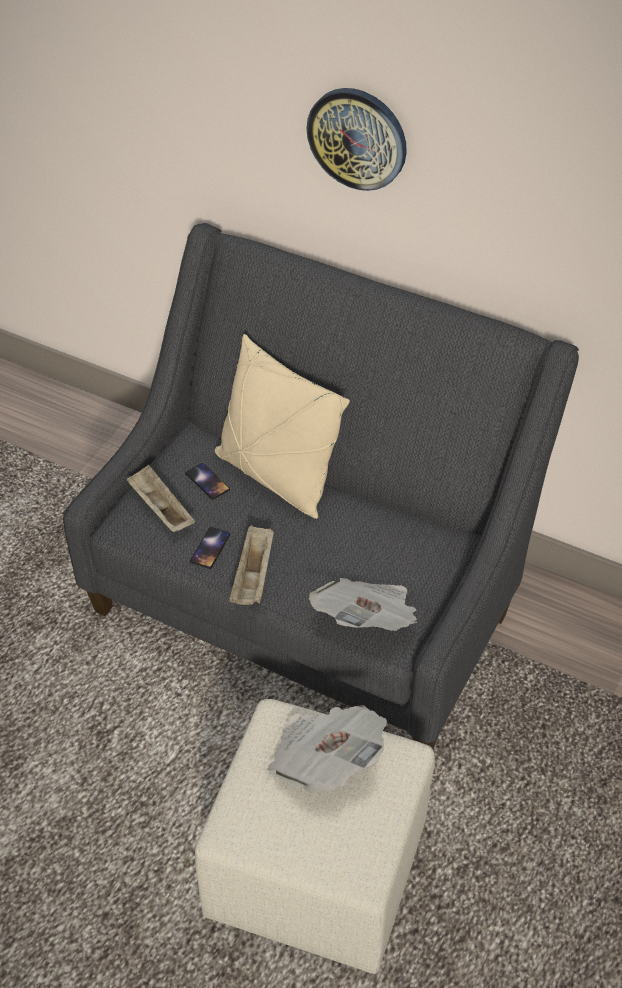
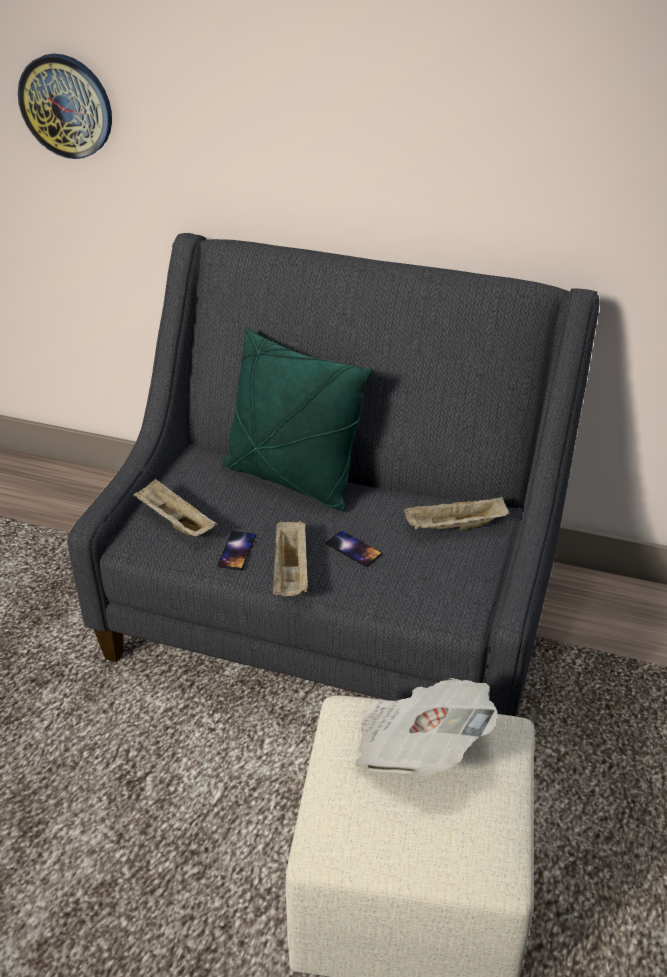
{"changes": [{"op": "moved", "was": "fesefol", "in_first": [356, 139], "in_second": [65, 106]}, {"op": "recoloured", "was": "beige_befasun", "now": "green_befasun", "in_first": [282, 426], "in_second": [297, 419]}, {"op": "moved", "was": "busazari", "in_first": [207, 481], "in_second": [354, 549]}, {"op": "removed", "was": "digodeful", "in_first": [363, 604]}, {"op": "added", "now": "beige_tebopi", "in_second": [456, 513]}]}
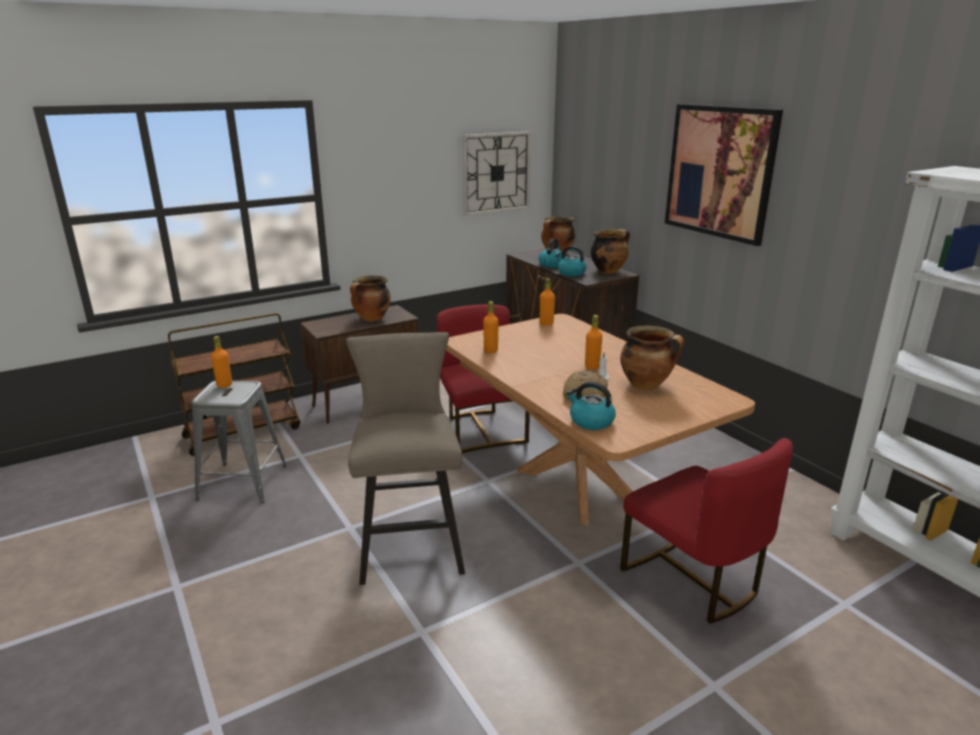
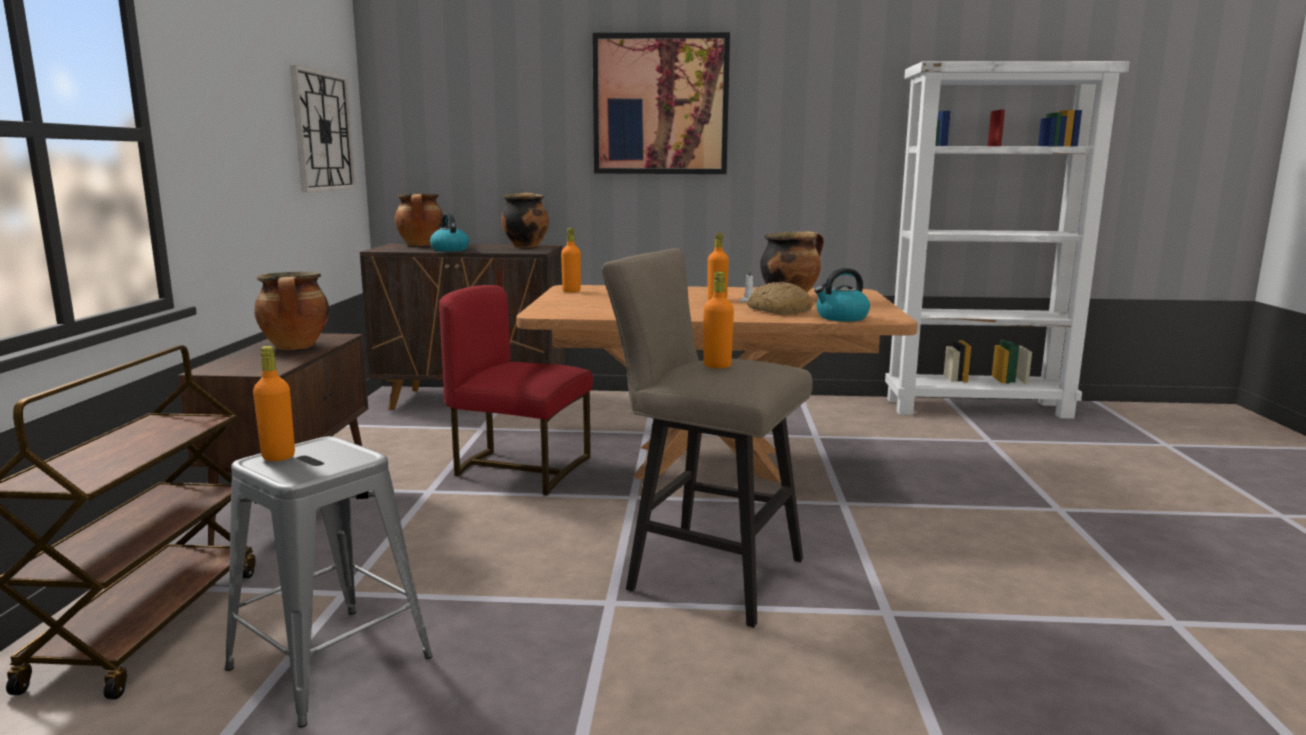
{"changes": [{"op": "removed", "was": "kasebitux", "in_first": [571, 261]}, {"op": "moved", "was": "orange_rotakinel", "in_first": [491, 327], "in_second": [718, 320]}, {"op": "removed", "was": "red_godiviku", "in_first": [706, 531]}]}
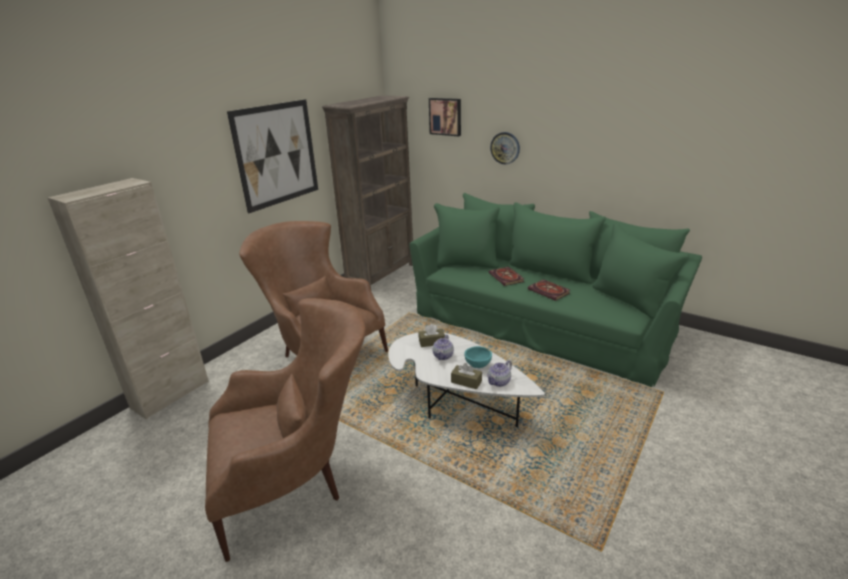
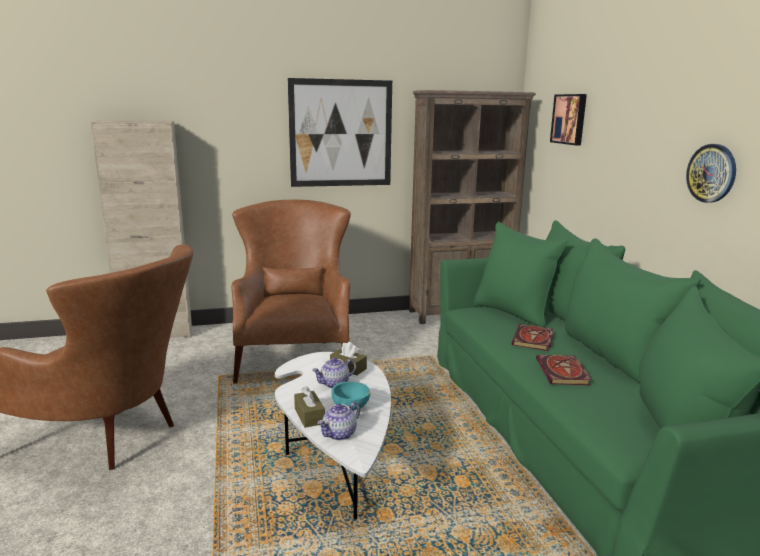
{"changes": [{"op": "moved", "was": "fesefol", "in_first": [505, 148], "in_second": [711, 173]}, {"op": "turned", "was": "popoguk", "in_first": [499, 373], "in_second": [338, 421], "clockwise": -45}]}
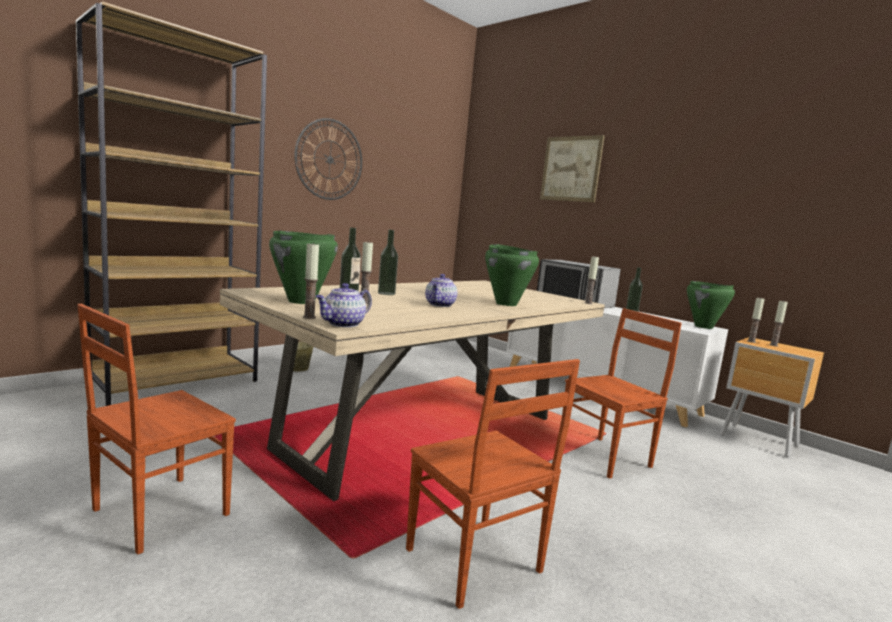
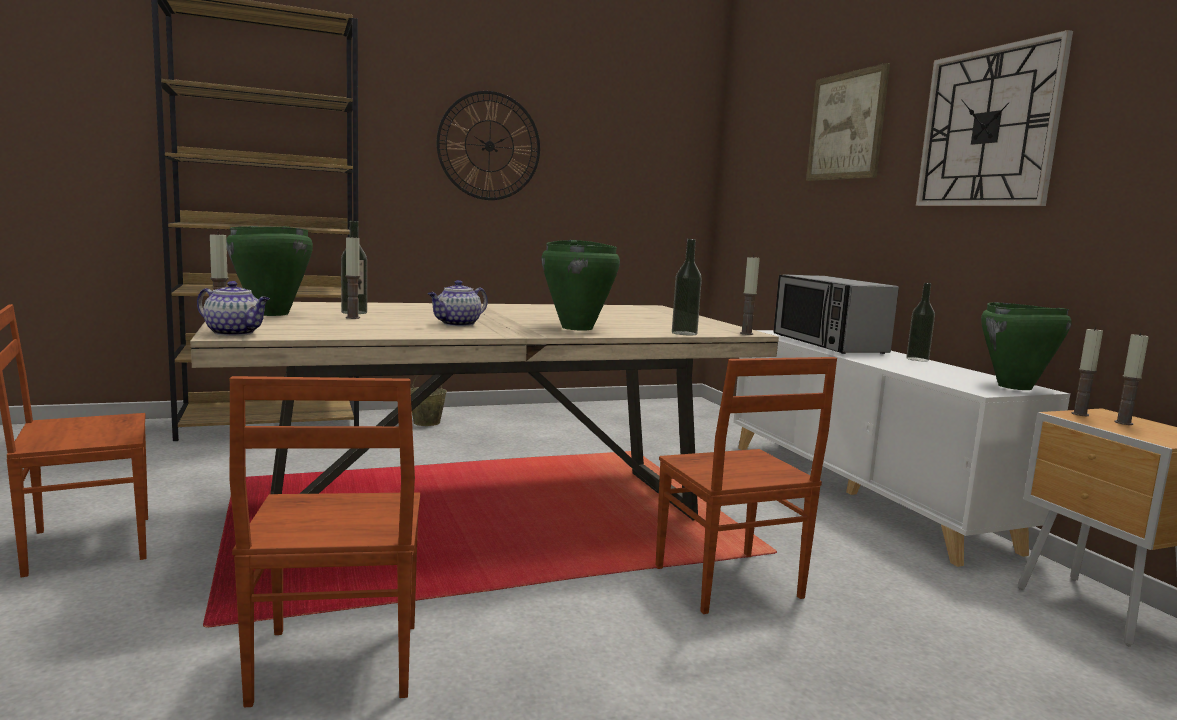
{"changes": [{"op": "moved", "was": "rotakinel", "in_first": [388, 262], "in_second": [687, 287]}, {"op": "turned", "was": "popoguk", "in_first": [344, 305], "in_second": [233, 308], "clockwise": -135}, {"op": "turned", "was": "brown_godiviku", "in_first": [622, 393], "in_second": [746, 485], "clockwise": 75}, {"op": "added", "now": "fesefol", "in_second": [994, 118]}]}
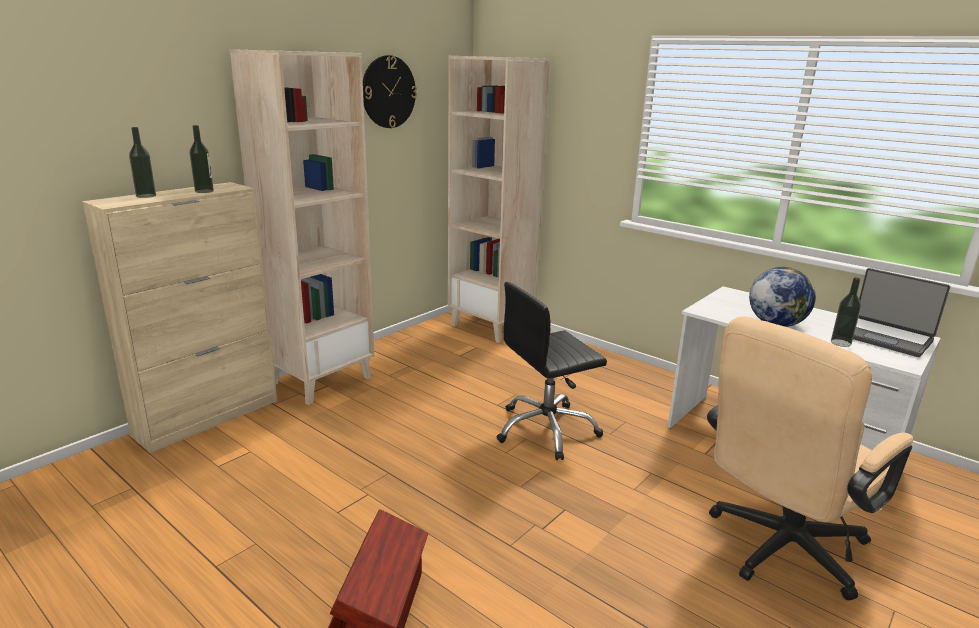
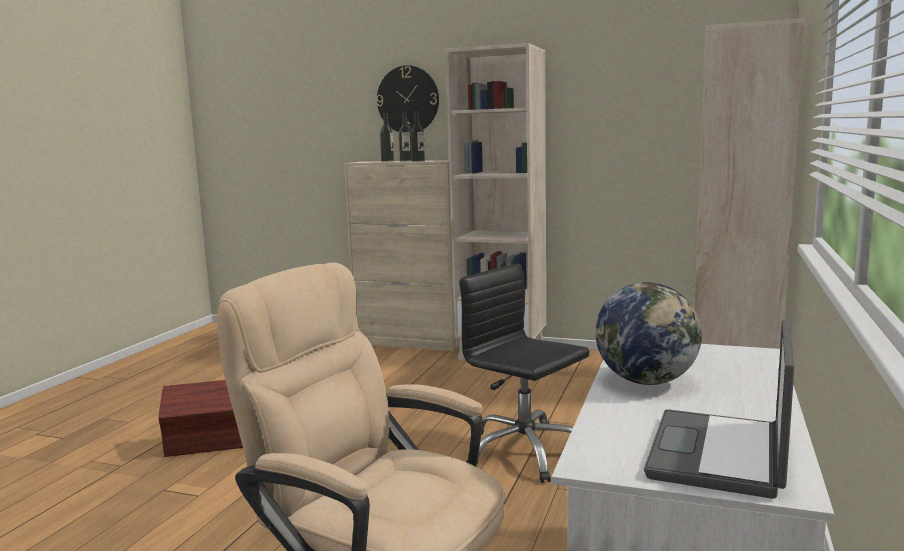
{"changes": [{"op": "moved", "was": "fesefol", "in_first": [390, 91], "in_second": [407, 98]}, {"op": "moved", "was": "rotakinel", "in_first": [846, 312], "in_second": [405, 136]}]}
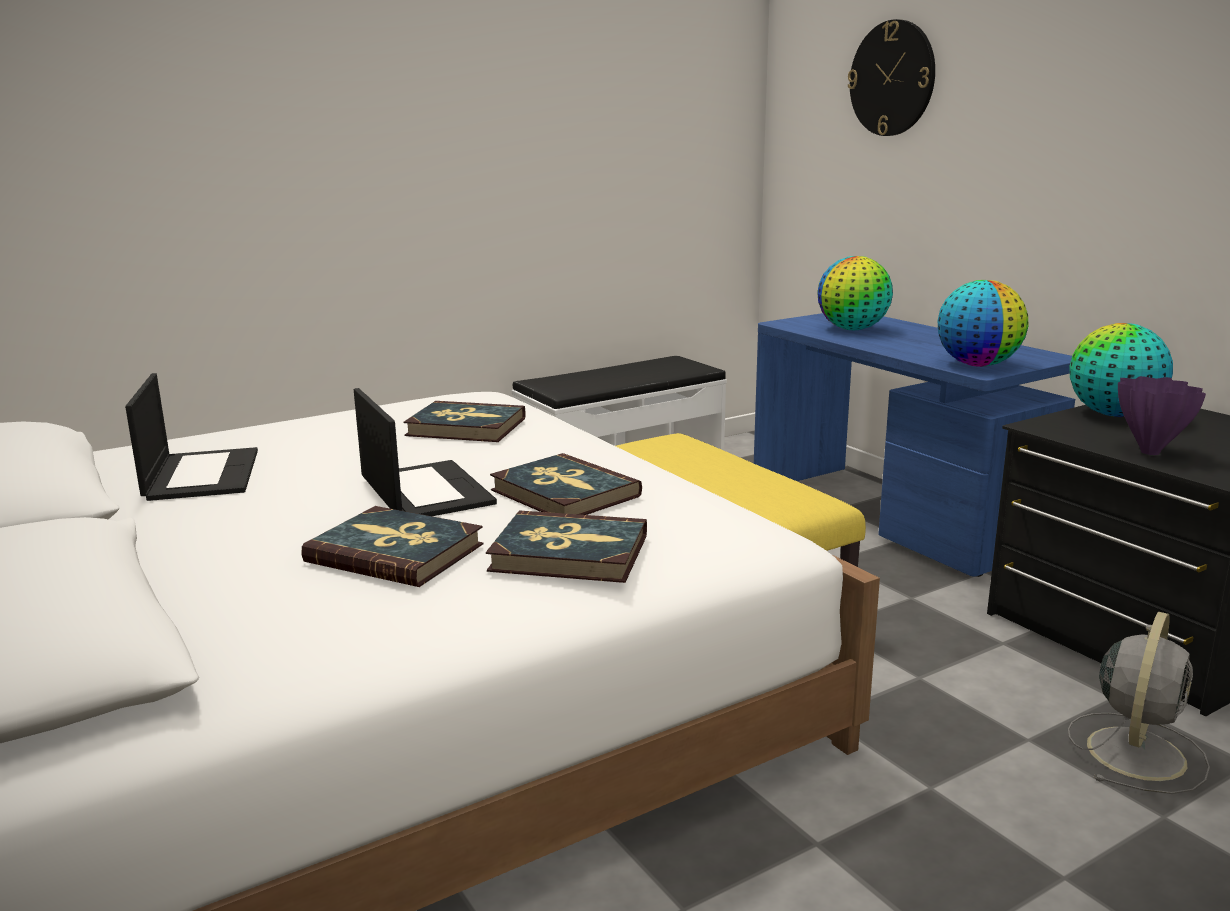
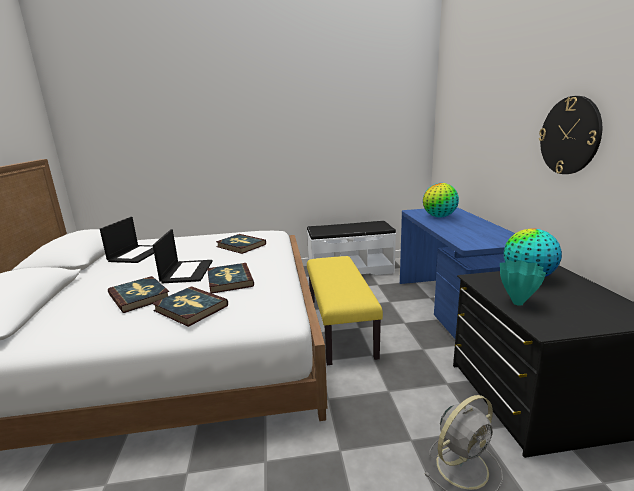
{"changes": [{"op": "moved", "was": "fesefol", "in_first": [891, 77], "in_second": [570, 135]}, {"op": "removed", "was": "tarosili", "in_first": [982, 323]}, {"op": "recoloured", "was": "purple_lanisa", "now": "turquoise_lanisa", "in_first": [1162, 415], "in_second": [523, 283]}]}
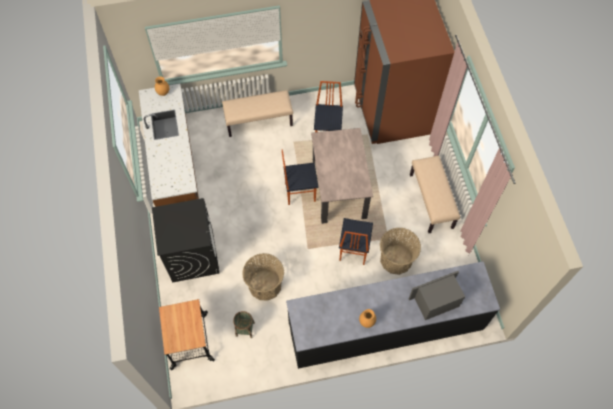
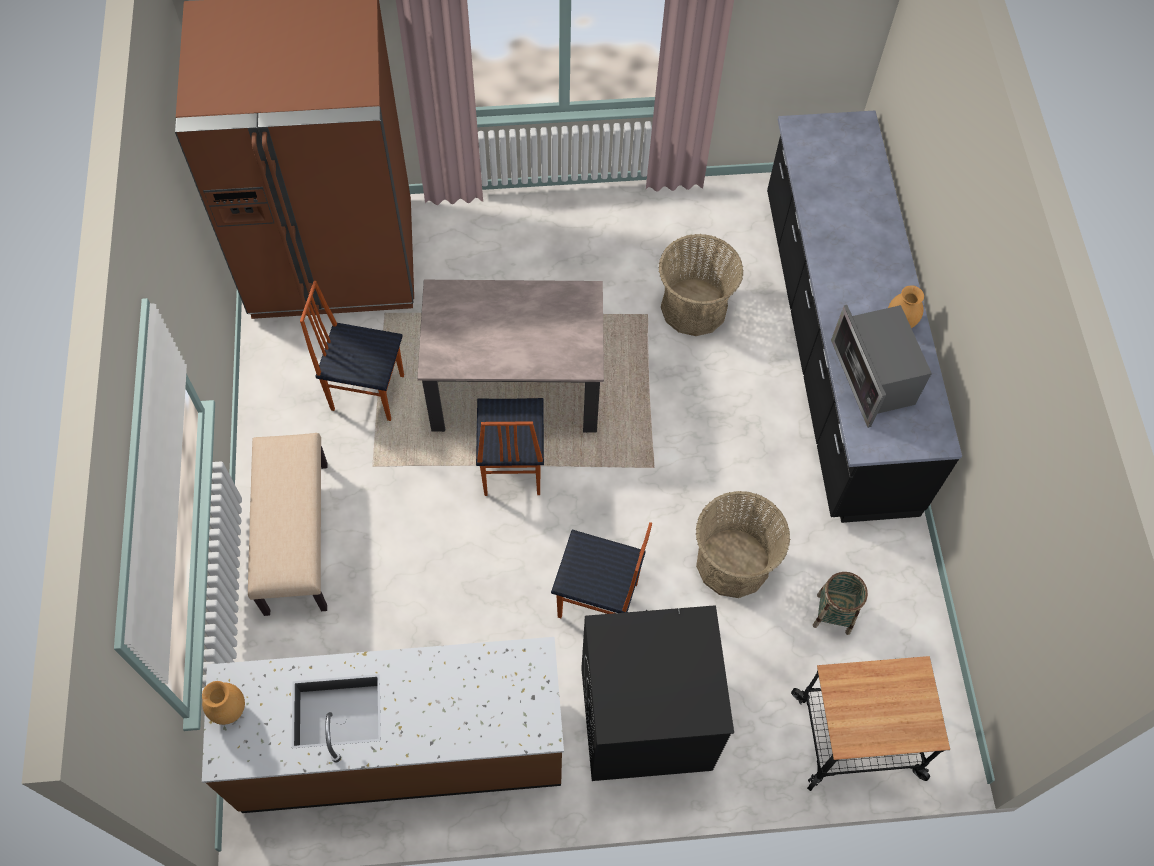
{"changes": [{"op": "removed", "was": "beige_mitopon", "in_first": [435, 194]}, {"op": "moved", "was": "godiviku", "in_first": [356, 241], "in_second": [601, 570]}, {"op": "moved", "was": "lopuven", "in_first": [437, 295], "in_second": [881, 366]}]}
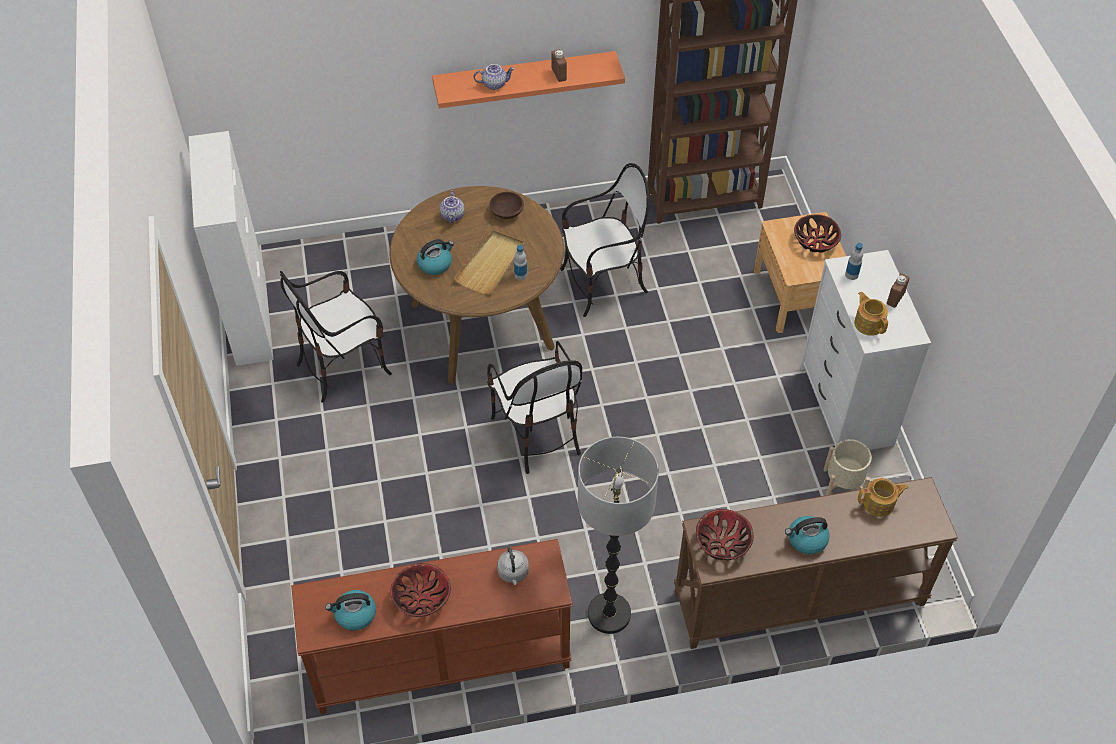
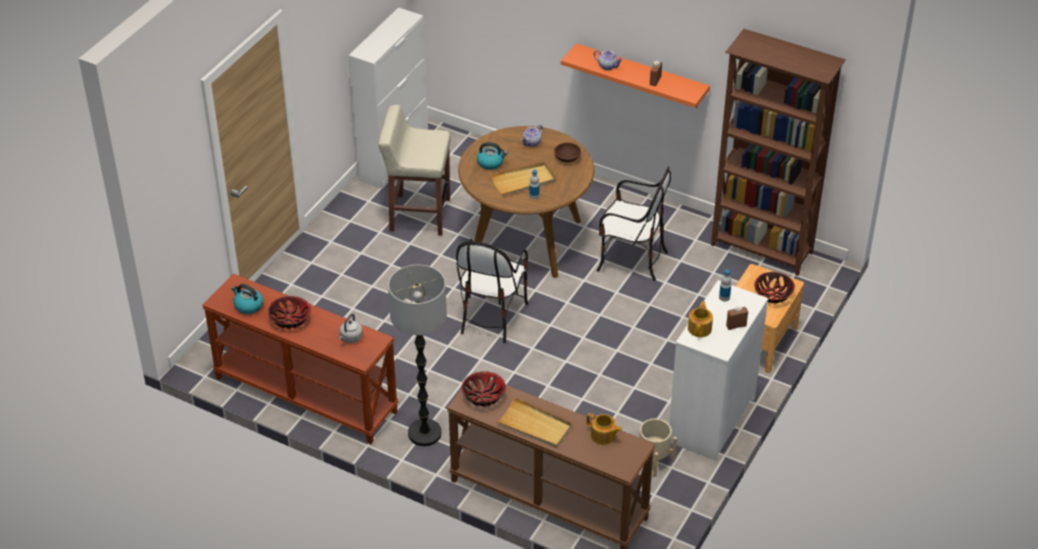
{"changes": [{"op": "replaced", "was": "godiviku", "now": "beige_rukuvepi", "in_first": [336, 337], "in_second": [414, 170]}, {"op": "replaced", "was": "kasebitux", "now": "beige_tebopi", "in_first": [807, 535], "in_second": [534, 422]}]}
